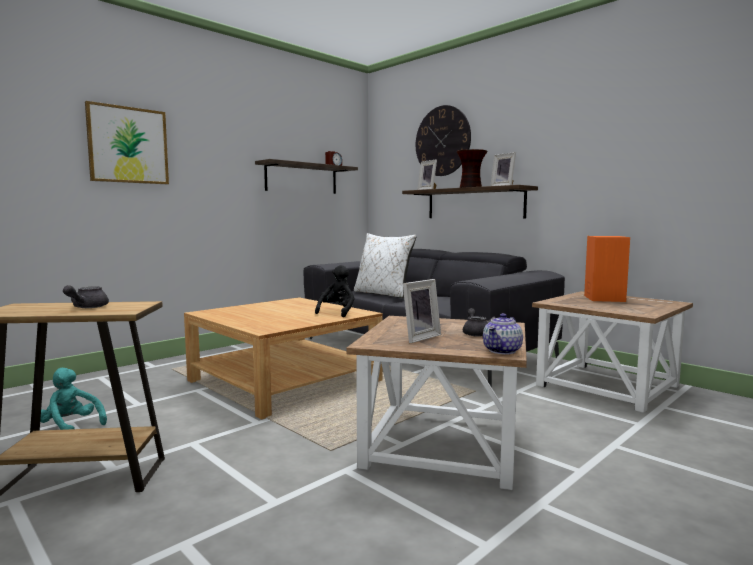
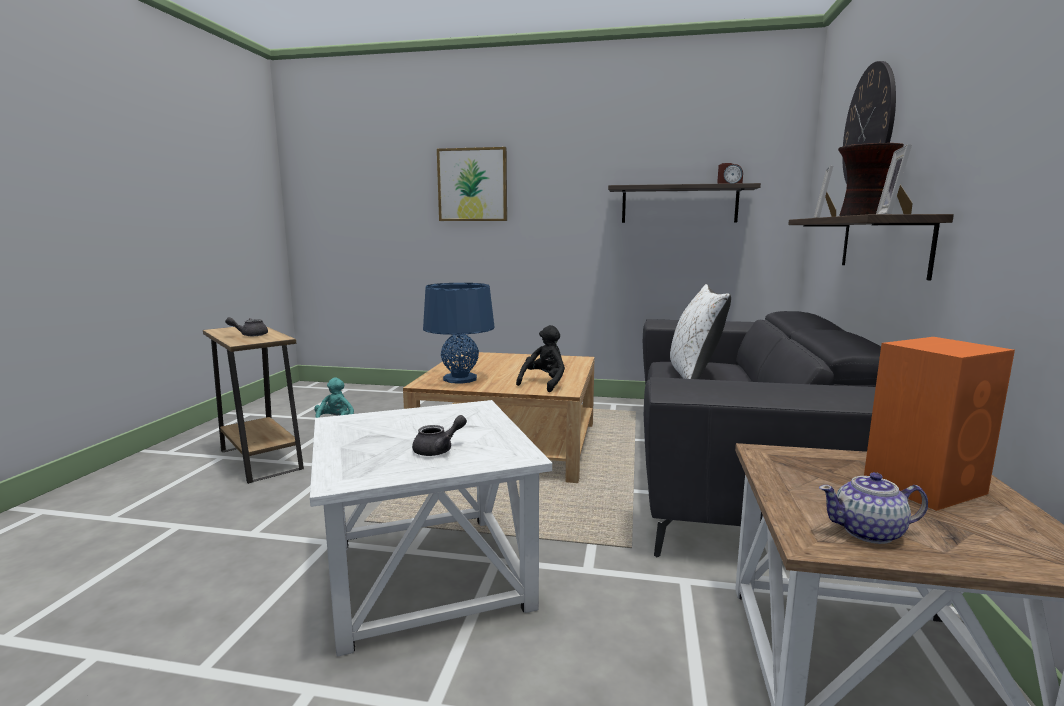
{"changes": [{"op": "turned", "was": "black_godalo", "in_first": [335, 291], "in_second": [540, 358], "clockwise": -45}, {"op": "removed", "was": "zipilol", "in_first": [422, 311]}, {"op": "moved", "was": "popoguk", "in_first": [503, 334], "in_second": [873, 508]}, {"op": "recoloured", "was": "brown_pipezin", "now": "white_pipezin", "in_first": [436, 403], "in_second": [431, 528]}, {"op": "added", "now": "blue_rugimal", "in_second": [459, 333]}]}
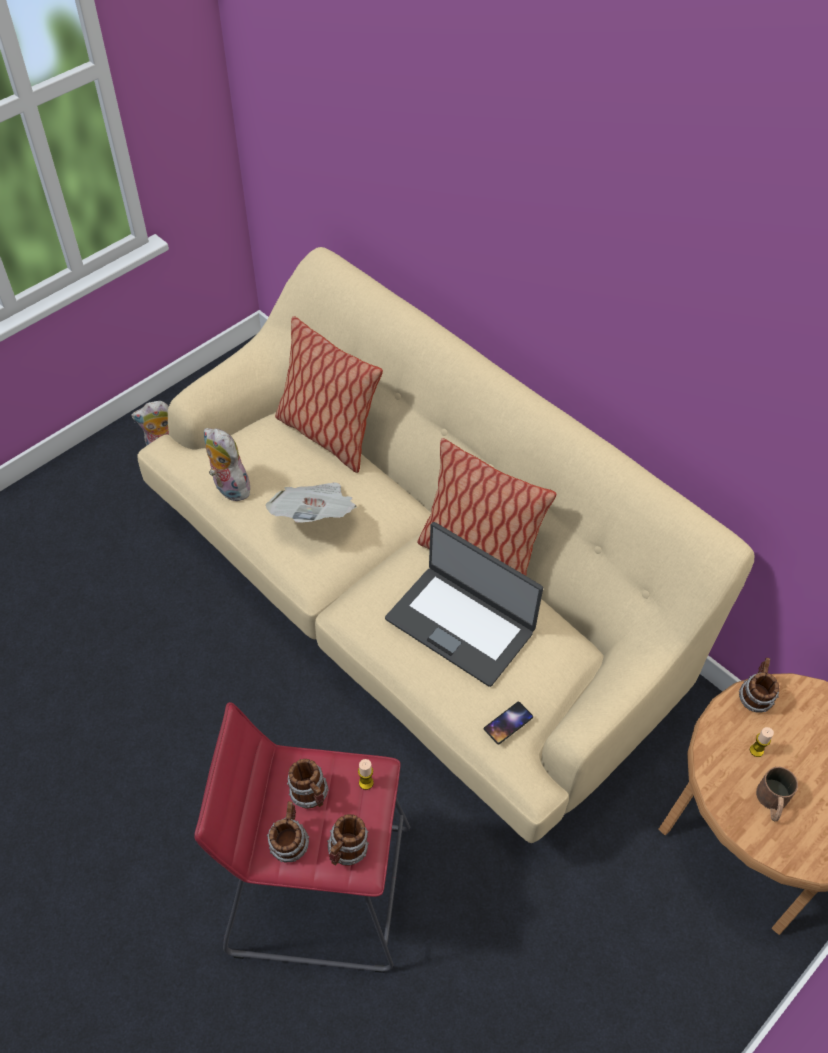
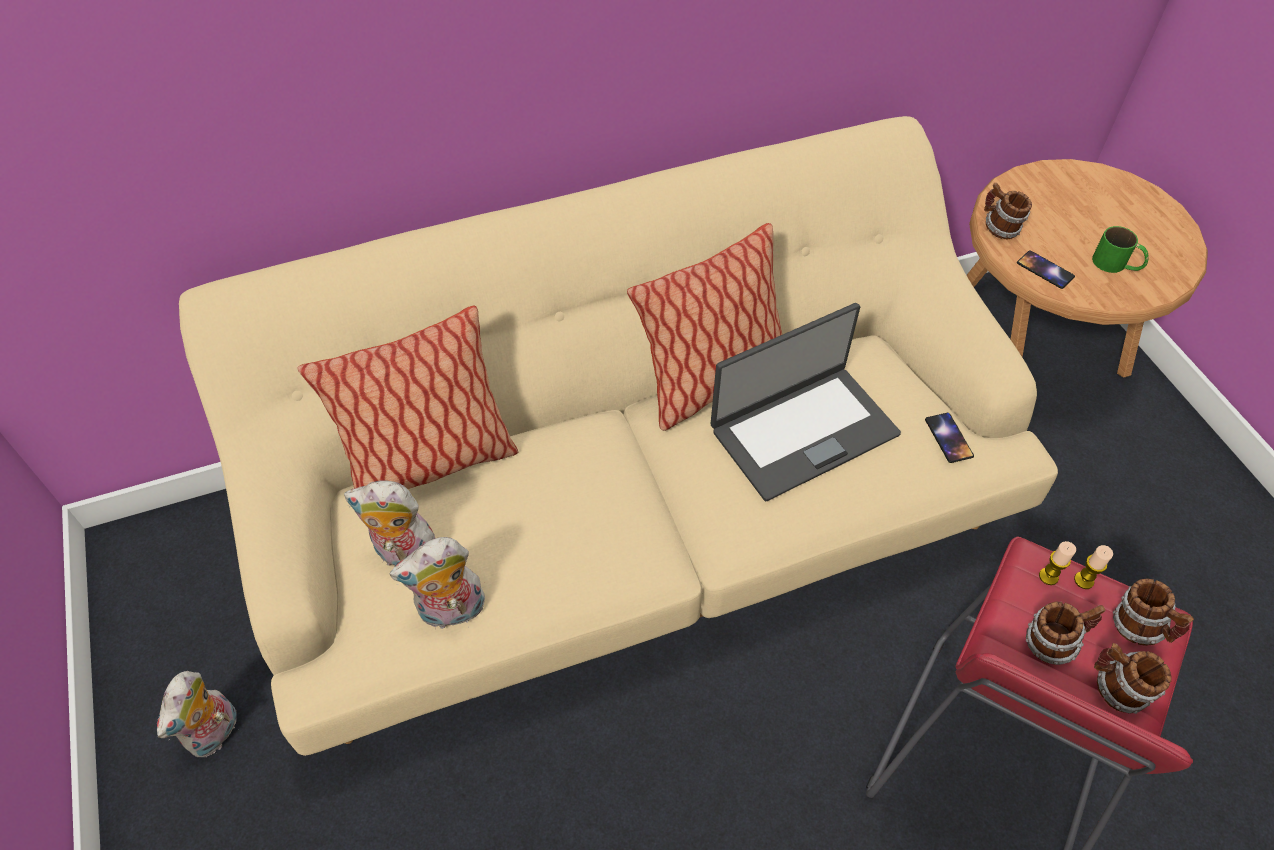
{"changes": [{"op": "removed", "was": "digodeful", "in_first": [311, 502]}, {"op": "moved", "was": "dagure", "in_first": [762, 742], "in_second": [1093, 567]}, {"op": "recoloured", "was": "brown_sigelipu", "now": "green_sigelipu", "in_first": [777, 794], "in_second": [1120, 249]}, {"op": "added", "now": "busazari", "in_second": [1046, 270]}, {"op": "added", "now": "godalo", "in_second": [389, 523]}]}
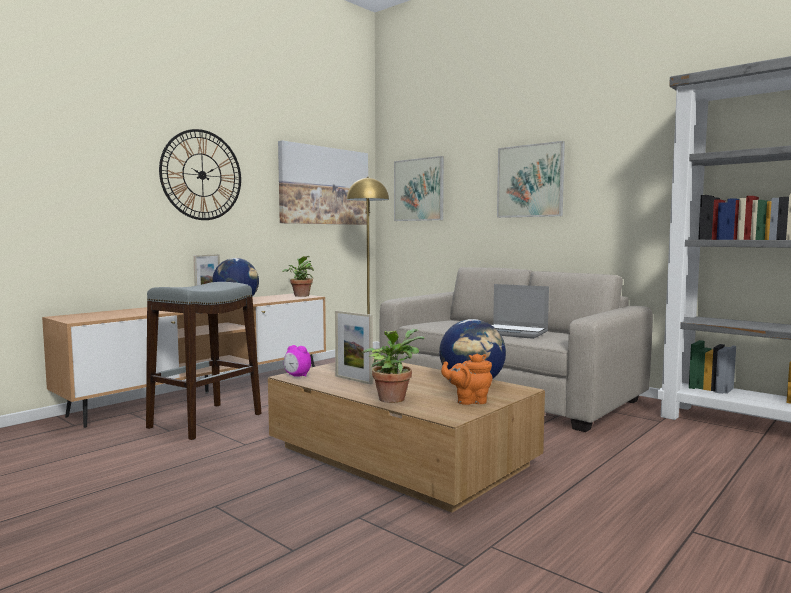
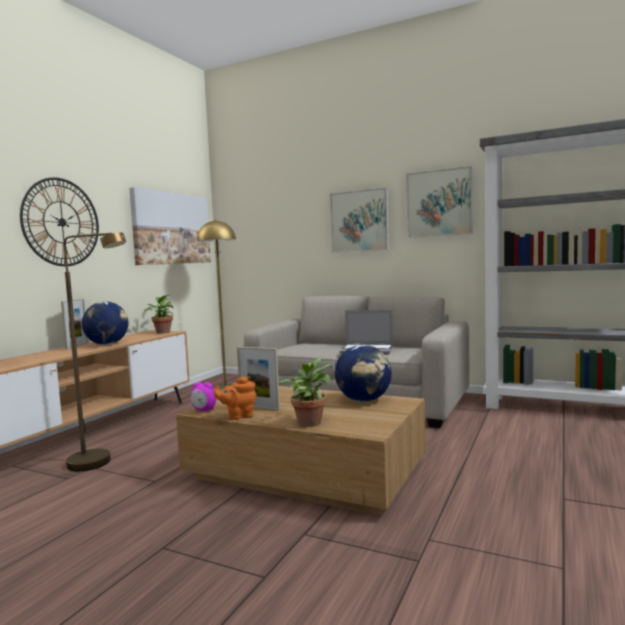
{"changes": [{"op": "moved", "was": "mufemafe", "in_first": [419, 188], "in_second": [439, 202]}, {"op": "replaced", "was": "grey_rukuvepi", "now": "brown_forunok", "in_first": [204, 361], "in_second": [95, 352]}, {"op": "moved", "was": "orange_popoguk", "in_first": [467, 379], "in_second": [235, 398]}]}
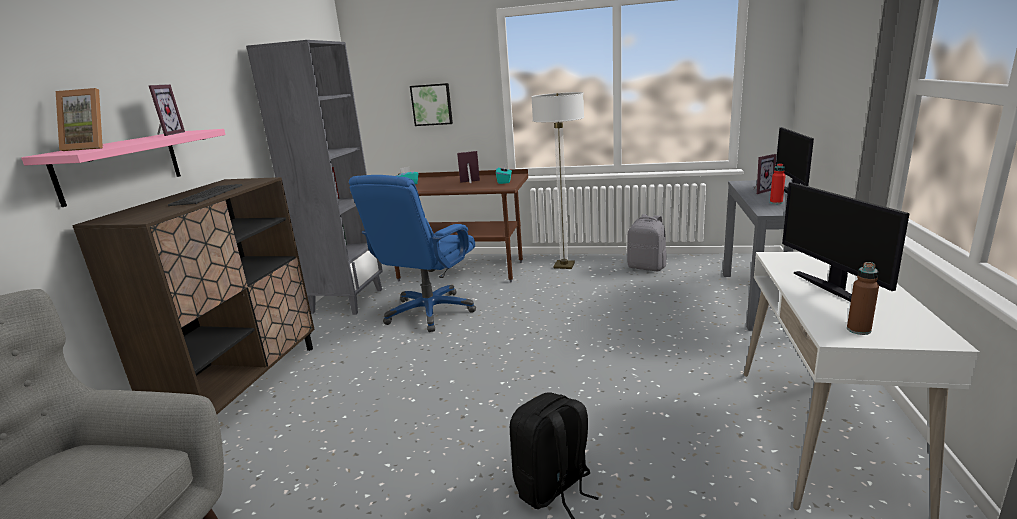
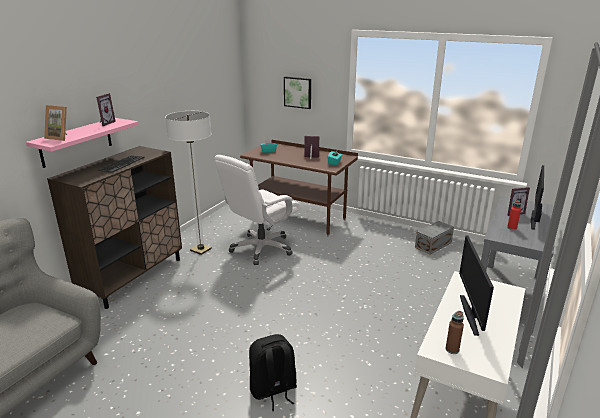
{"changes": [{"op": "removed", "was": "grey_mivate", "in_first": [314, 177]}, {"op": "moved", "was": "forunok", "in_first": [557, 180], "in_second": [188, 183]}, {"op": "recoloured", "was": "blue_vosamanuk", "now": "white_vosamanuk", "in_first": [412, 253], "in_second": [257, 210]}, {"op": "replaced", "was": "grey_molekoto", "now": "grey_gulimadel", "in_first": [646, 242], "in_second": [434, 238]}]}
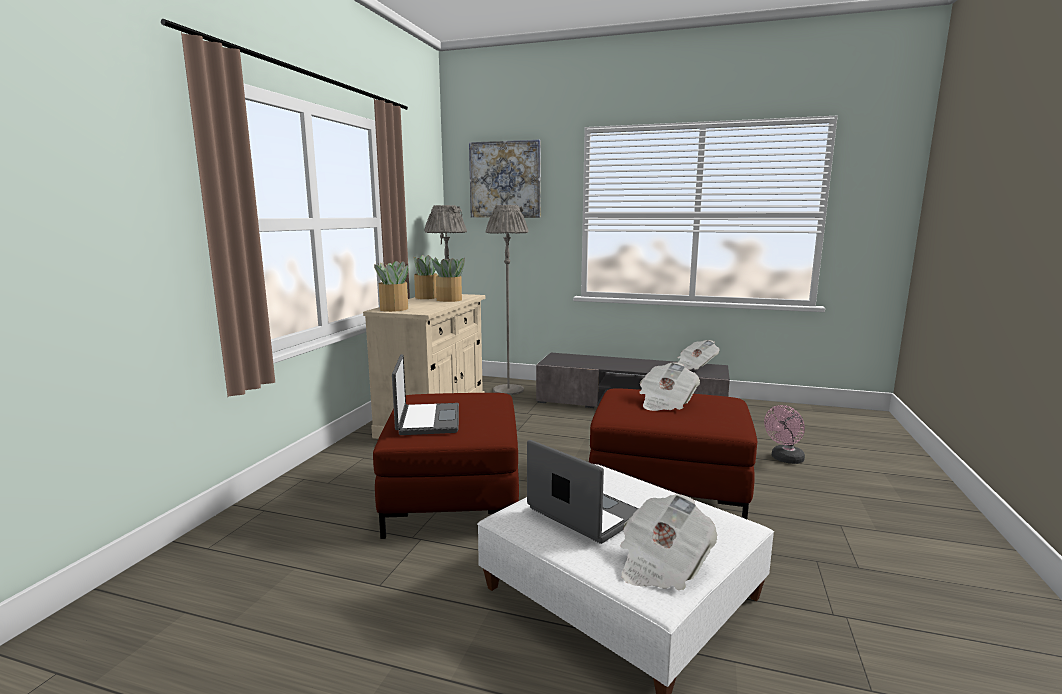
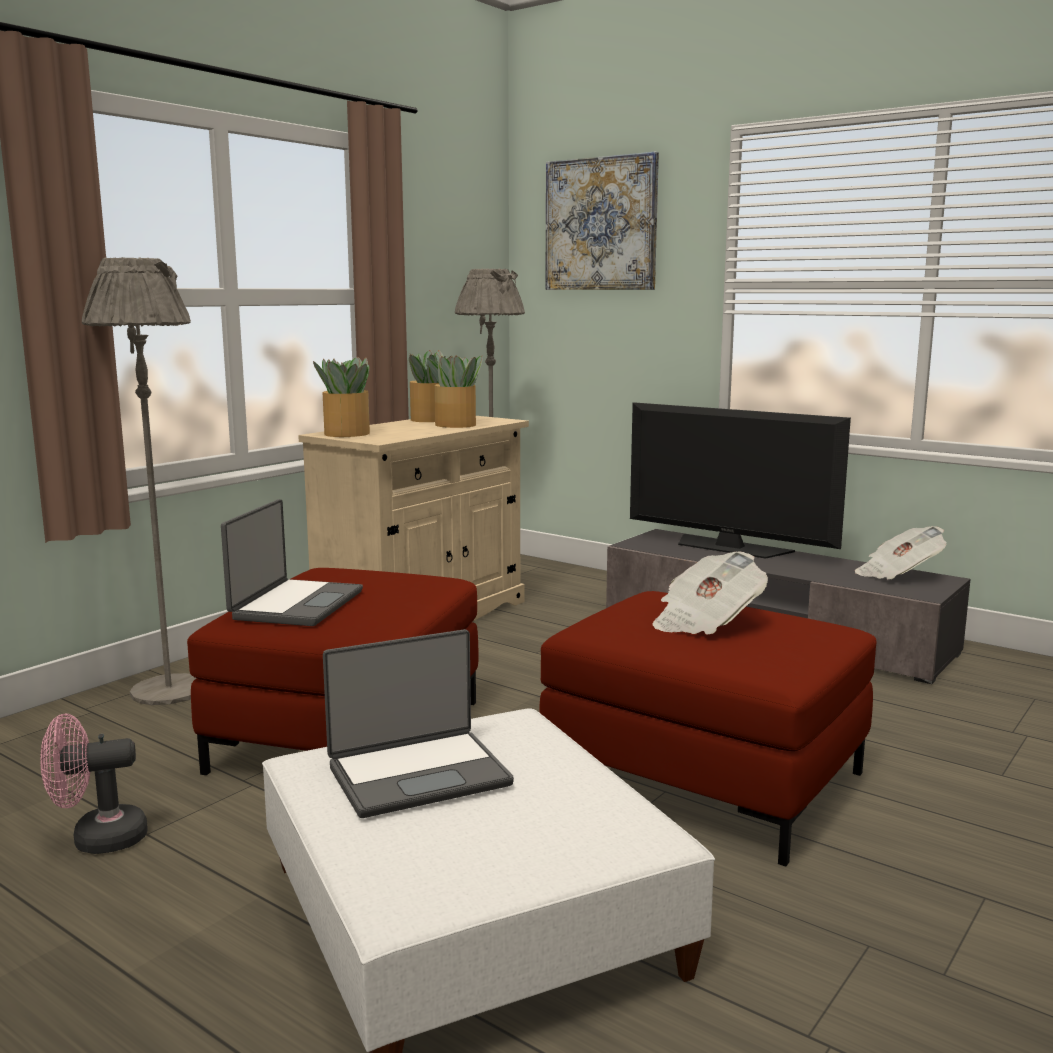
{"changes": [{"op": "moved", "was": "grey_forunok", "in_first": [507, 300], "in_second": [139, 481]}, {"op": "moved", "was": "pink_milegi", "in_first": [784, 434], "in_second": [94, 783]}, {"op": "turned", "was": "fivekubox", "in_first": [583, 492], "in_second": [418, 723], "clockwise": 90}, {"op": "removed", "was": "digodeful", "in_first": [668, 542]}, {"op": "added", "now": "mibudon", "in_second": [740, 480]}]}
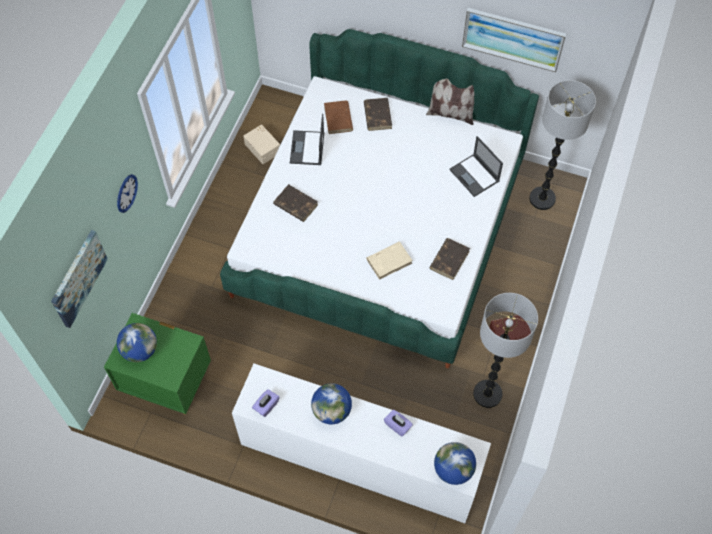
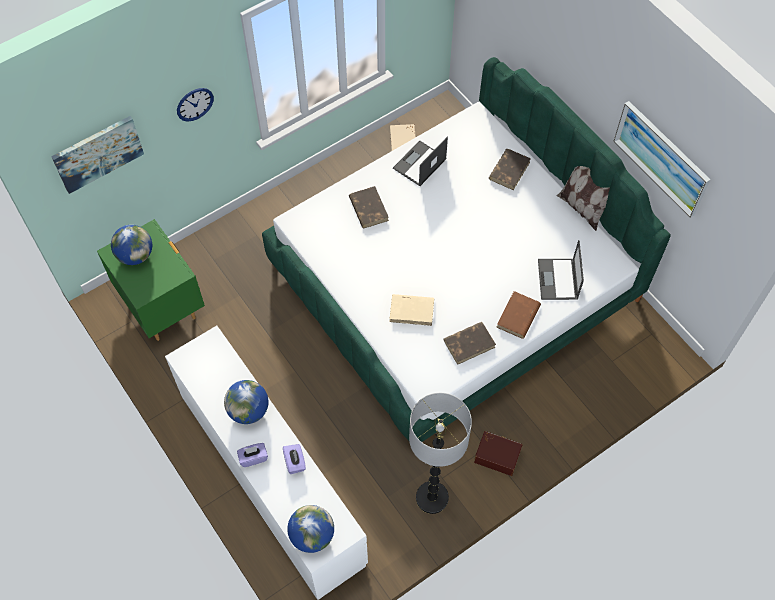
{"changes": [{"op": "removed", "was": "forunok", "in_first": [562, 145]}, {"op": "moved", "was": "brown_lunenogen", "in_first": [338, 117], "in_second": [518, 315]}, {"op": "moved", "was": "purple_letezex", "in_first": [266, 403], "in_second": [252, 455]}]}
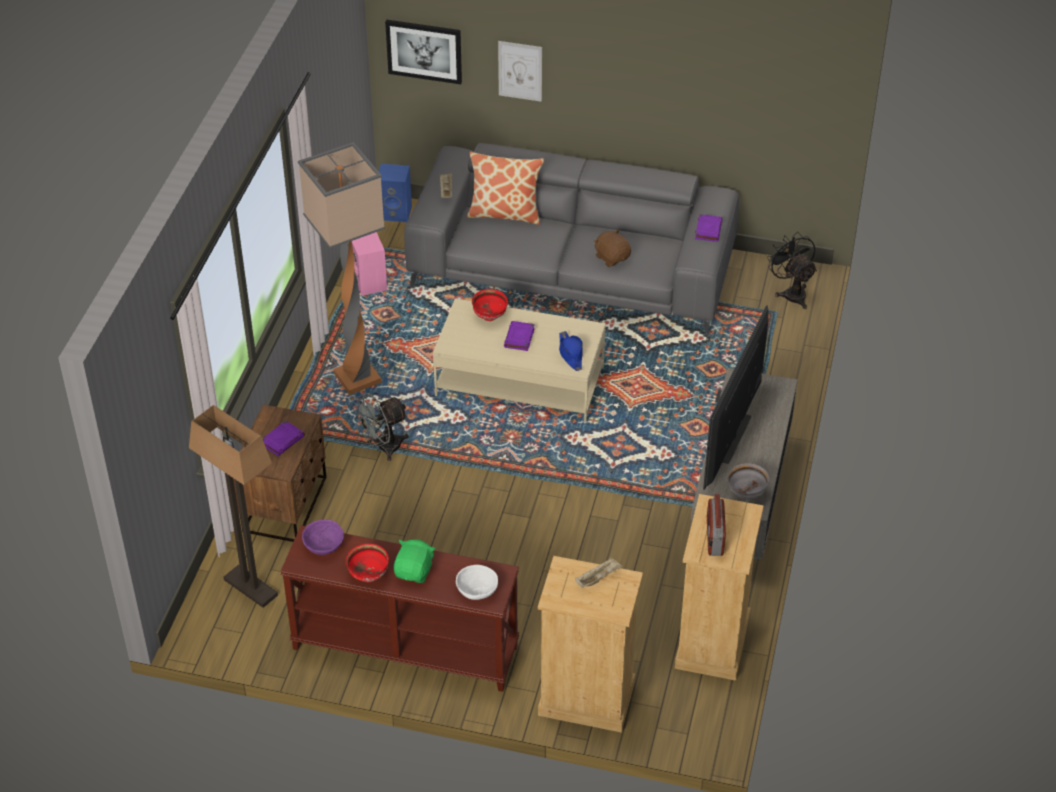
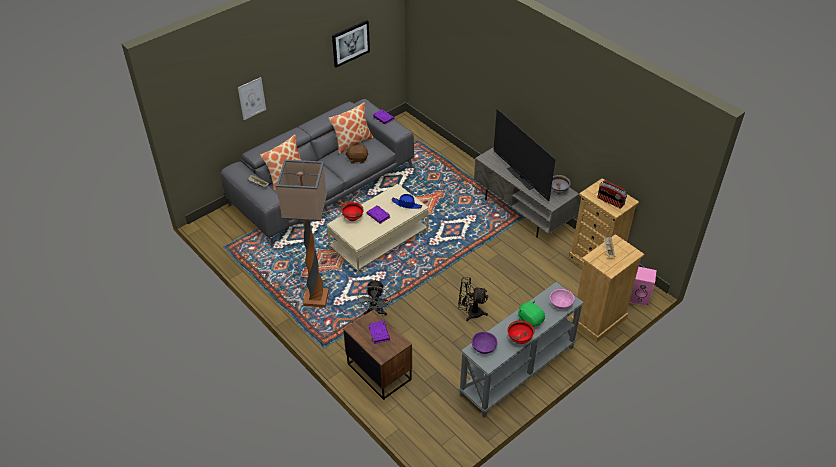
{"changes": [{"op": "moved", "was": "mufemafe", "in_first": [423, 52], "in_second": [351, 44]}, {"op": "removed", "was": "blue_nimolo", "in_first": [395, 193]}, {"op": "moved", "was": "pink_nimolo", "in_first": [369, 264], "in_second": [643, 286]}, {"op": "moved", "was": "black_milegi", "in_first": [792, 270], "in_second": [473, 299]}, {"op": "removed", "was": "forunok", "in_first": [233, 506]}, {"op": "recoloured", "was": "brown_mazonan", "now": "grey_mazonan", "in_first": [399, 608], "in_second": [521, 349]}, {"op": "recoloured", "was": "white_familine", "now": "pink_familine", "in_first": [477, 582], "in_second": [562, 299]}, {"op": "added", "now": "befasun", "in_second": [351, 128]}]}
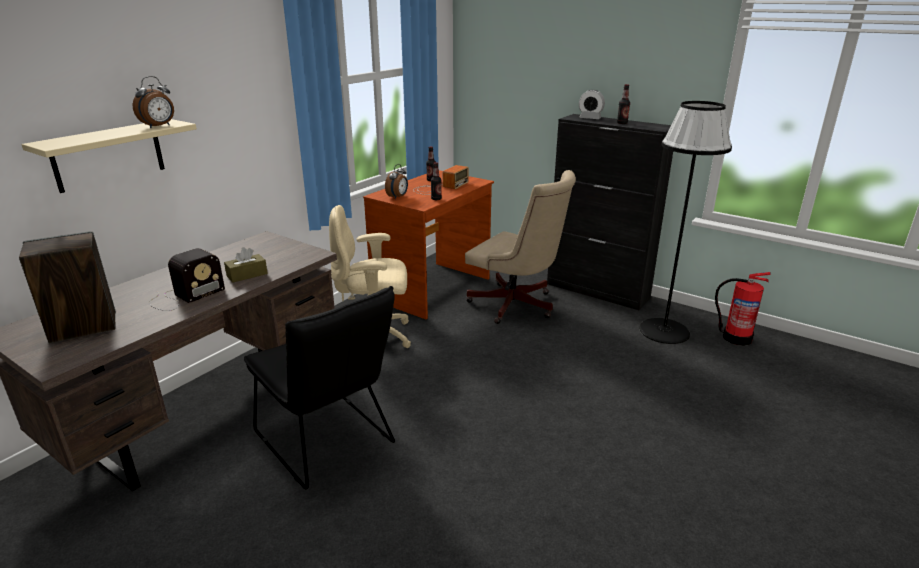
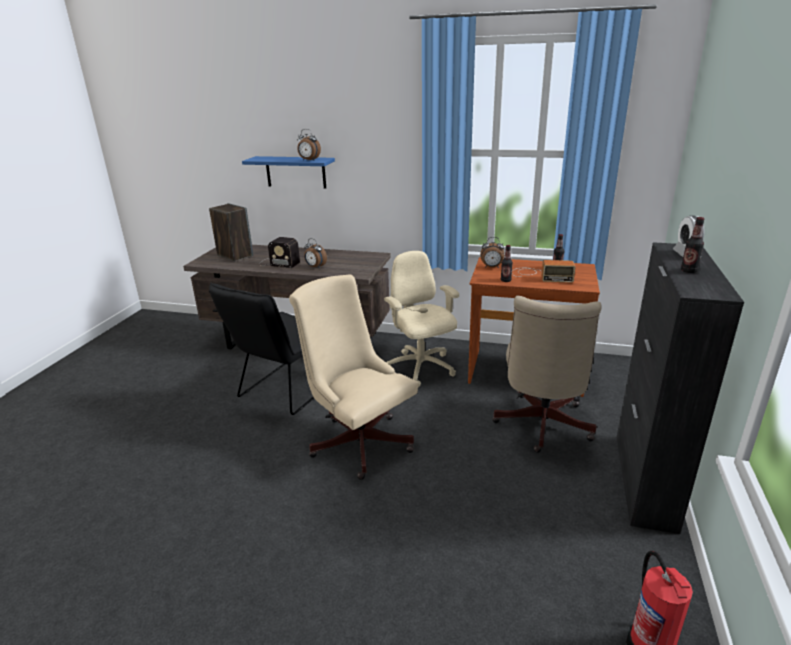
{"changes": [{"op": "removed", "was": "black_forunok", "in_first": [685, 222]}, {"op": "recoloured", "was": "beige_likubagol", "now": "blue_likubagol", "in_first": [109, 156], "in_second": [288, 172]}, {"op": "replaced", "was": "brown_letezex", "now": "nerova", "in_first": [246, 265], "in_second": [315, 253]}, {"op": "added", "now": "beige_vosamanuk", "in_second": [353, 377]}]}
